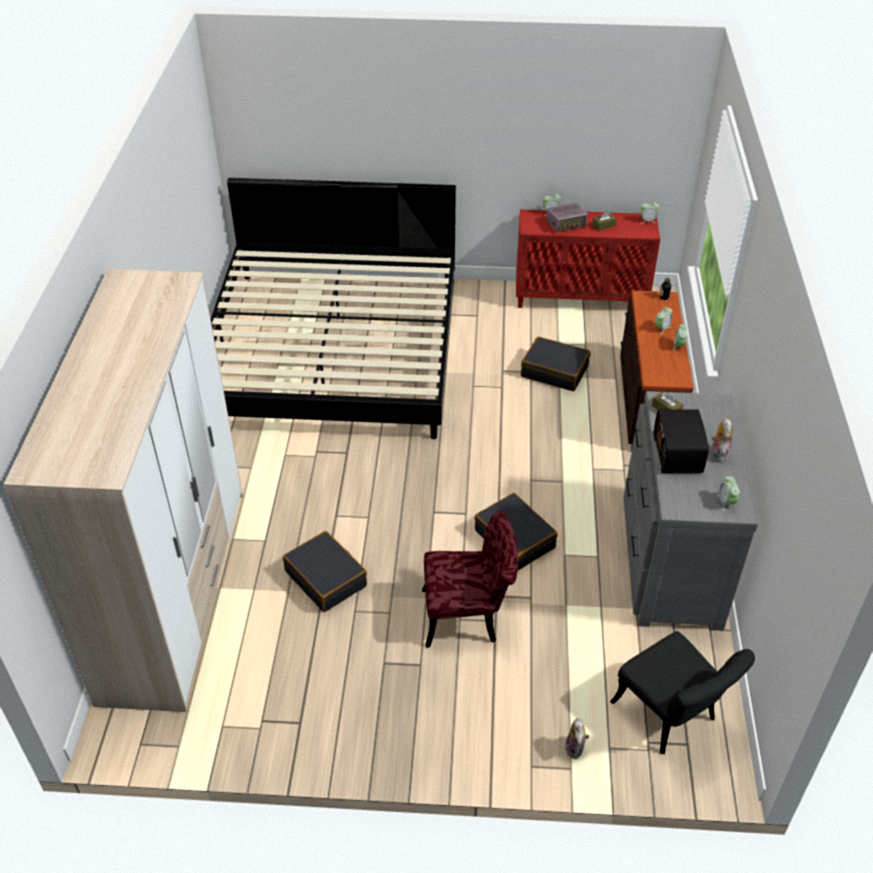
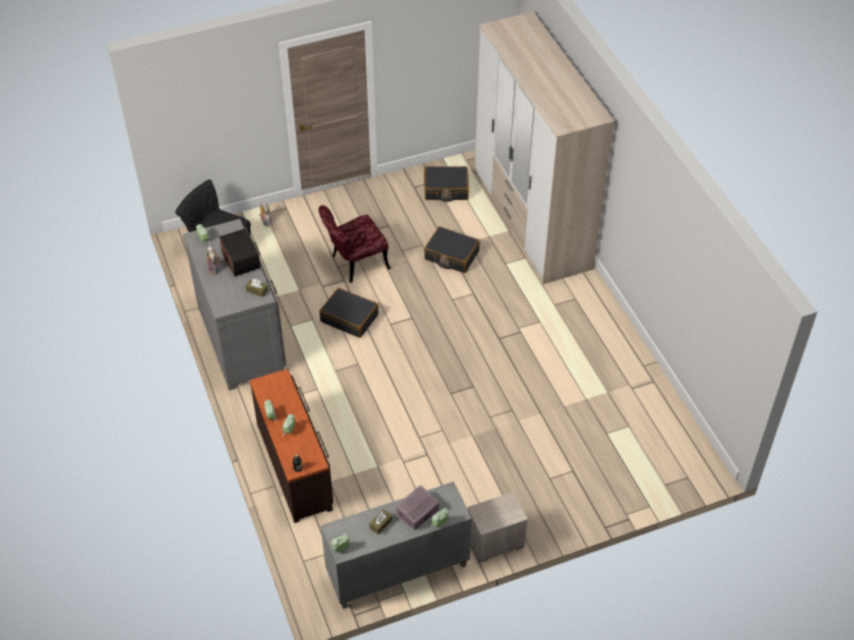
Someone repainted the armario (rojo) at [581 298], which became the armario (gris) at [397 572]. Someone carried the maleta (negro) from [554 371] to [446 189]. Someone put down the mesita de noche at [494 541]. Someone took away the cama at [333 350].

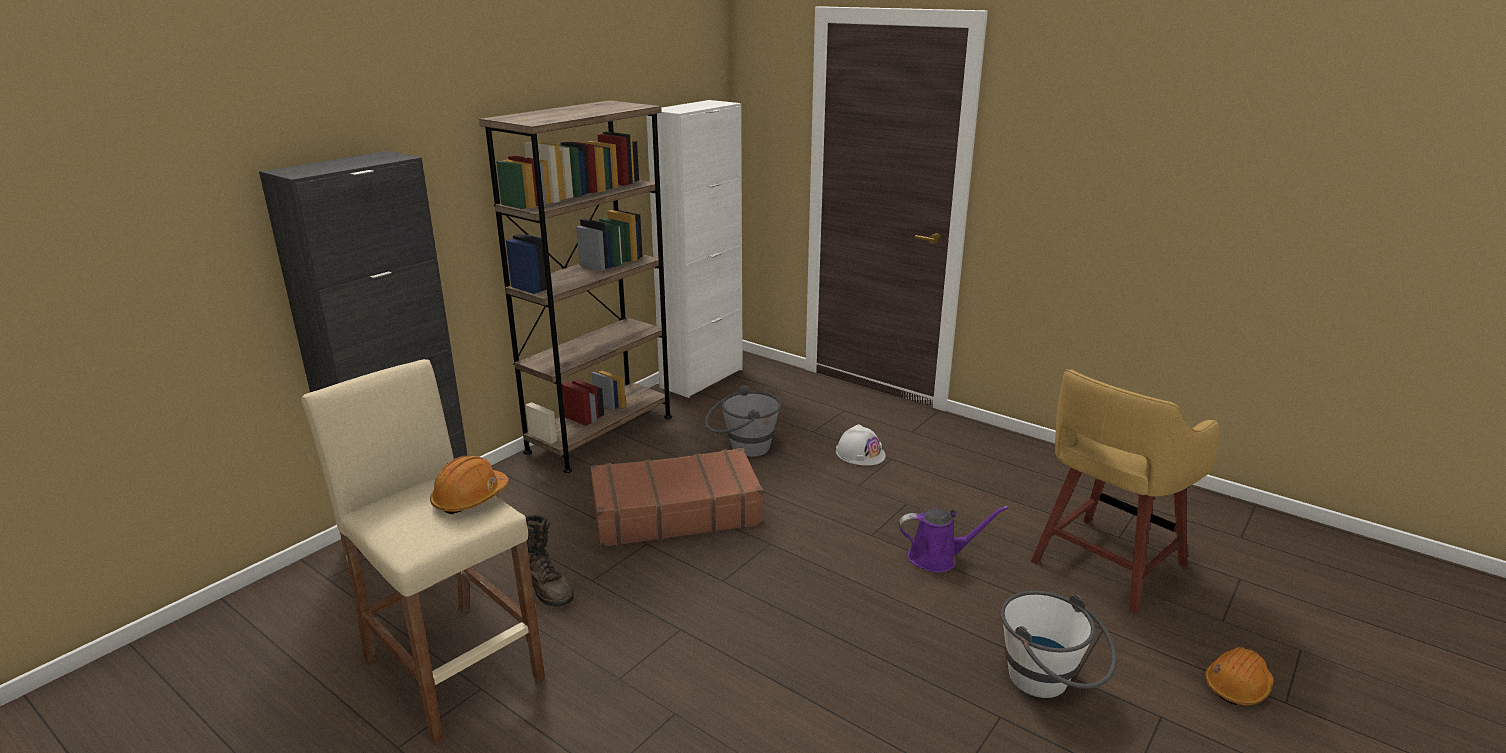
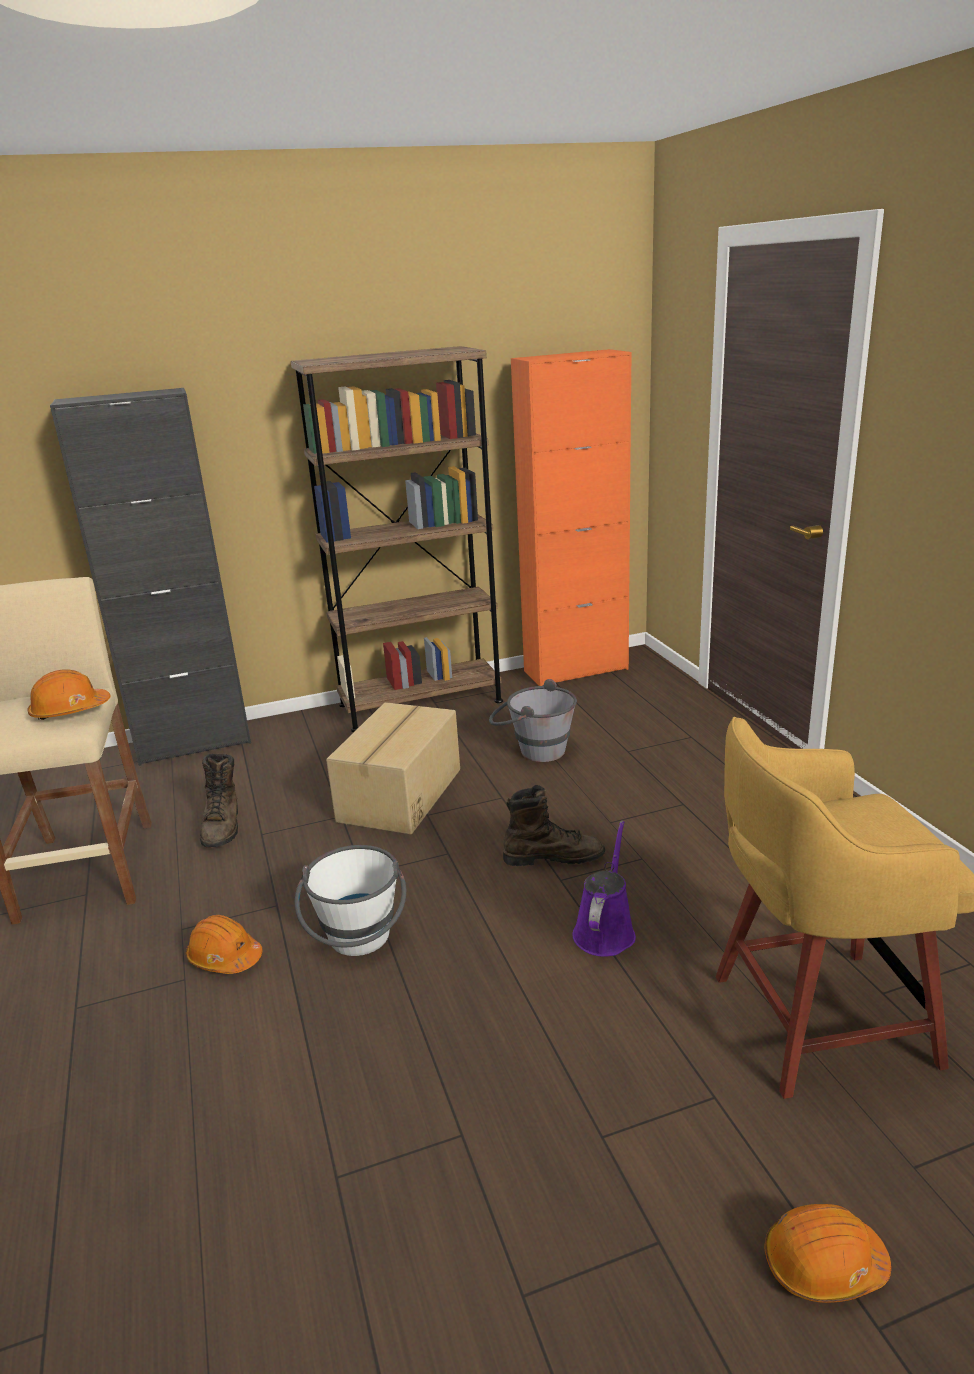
Someone put down the casco (naranja) at [225 957]. Someone carried the cubo (blanco) from [1049 684] to [359 944]. Someone swapped the maleta (marrón) at [675 512] for the caja de cartón at [398 795]. Someone put down the bota (marrón) at [553 857]. Someone repainted the armario (blanco) at [702 378], which became the armario (naranja) at [576 670]. Someone rotated the regadera (morado) at [938 558] by 105 degrees counterclockwise. Someone took away the casco (blanco) at [860 453].

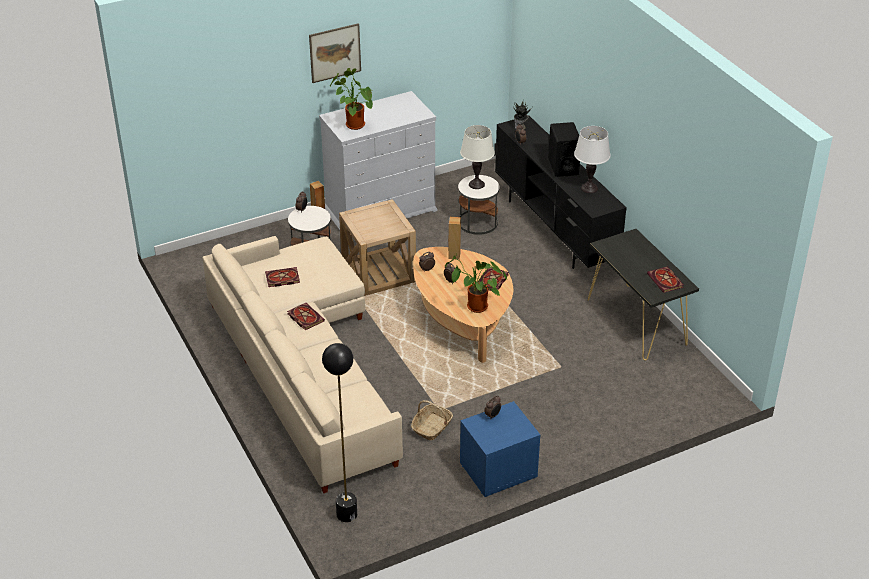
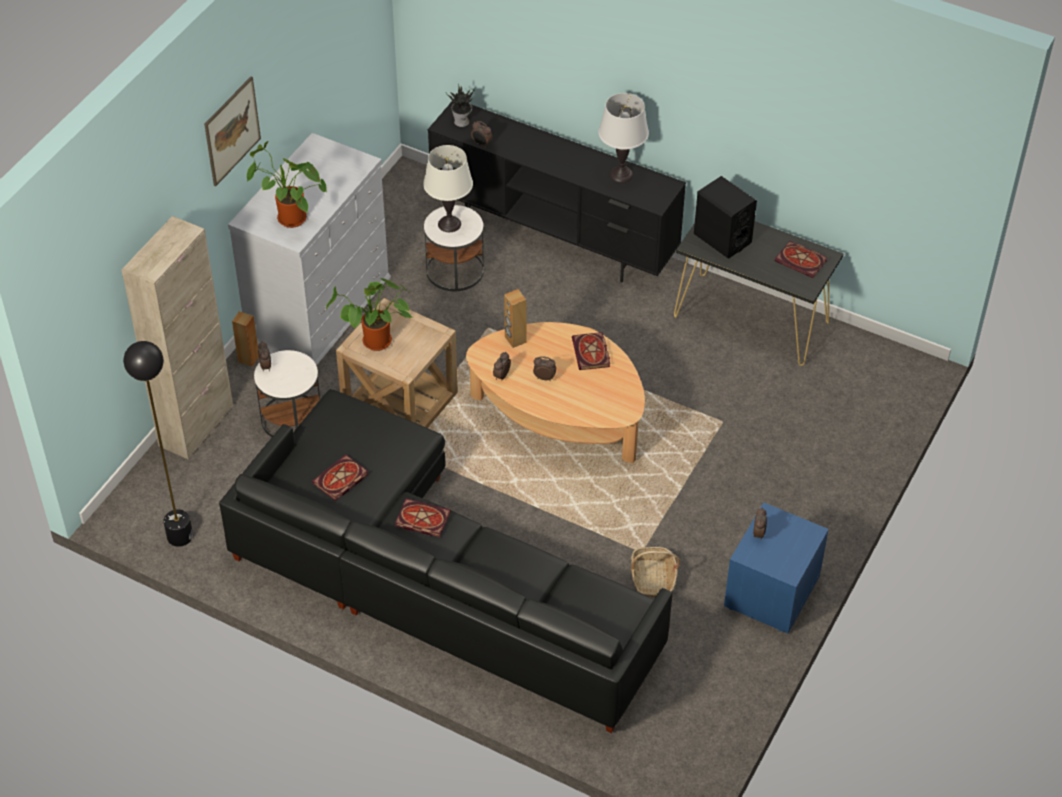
Someone put down the armario (beis) at [196 426]. Someone carried the lámpara de pie (negro) from [346 514] to [179 536]. Someone repainted the sofá (beis) at [303 366], which became the sofá (negro) at [430 580]. Someone carried the planta en maceta from [475 307] to [375 344]. Someone carried the altavoz (negro) from [563 166] to [722 238].

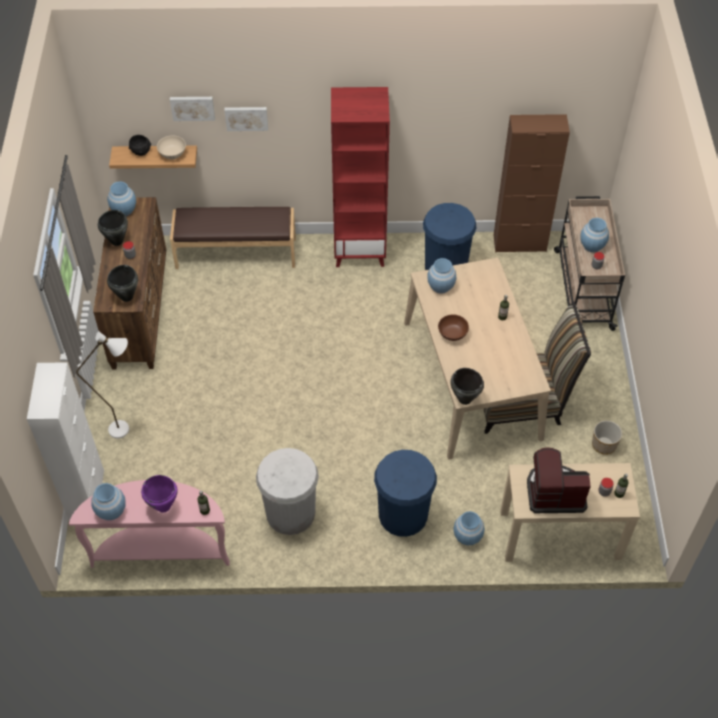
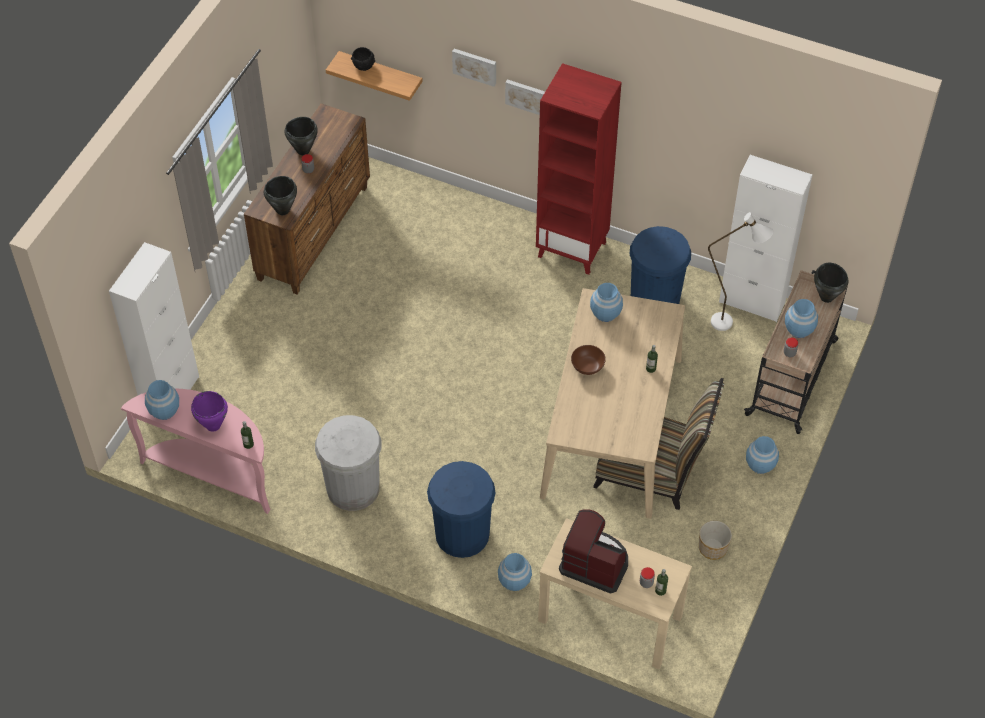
Someone carried the cuadro from [192 107] to [528 97]. Someone carried the lámpara de pie (blanco) from [127 429] to [729 324]. Someone repainted the armario (marrón) at [519 243], which became the armario (blanco) at [752 302]. Someone carried the florero (azul) from [124 210] to [760 465]. Someone carried the olla (negro) from [464 399] to [826 297]. Someone took away the cuenco (beis) at [172 154]. Someone took away the banco (marrón) at [236 252].

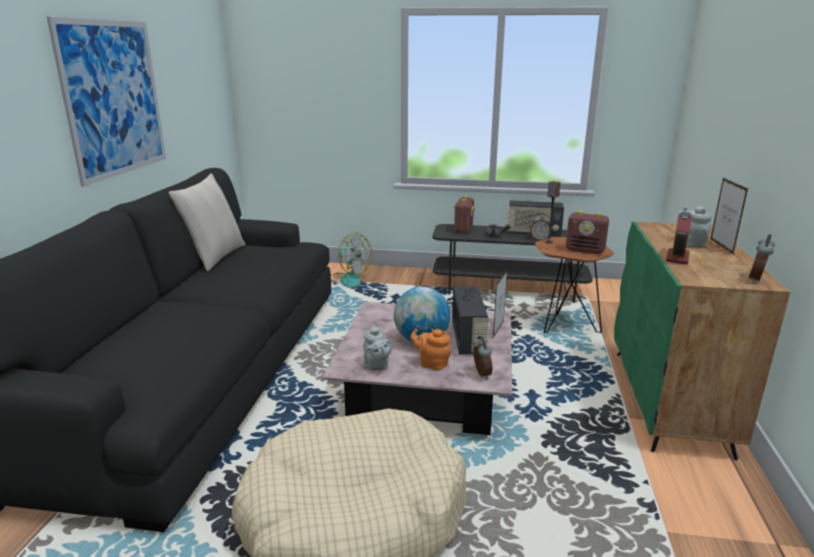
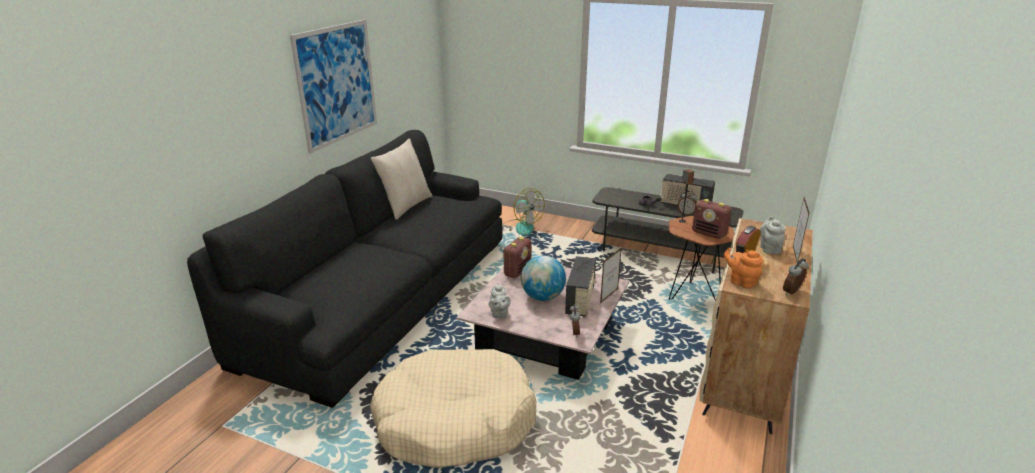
Someone carried the radio from [463 229] to [517 271]. Someone repainted the armario (verde) at [669 400], which became the armario (beis) at [745 376]. Someone carried the tetera (naranja) from [431 364] to [741 281].

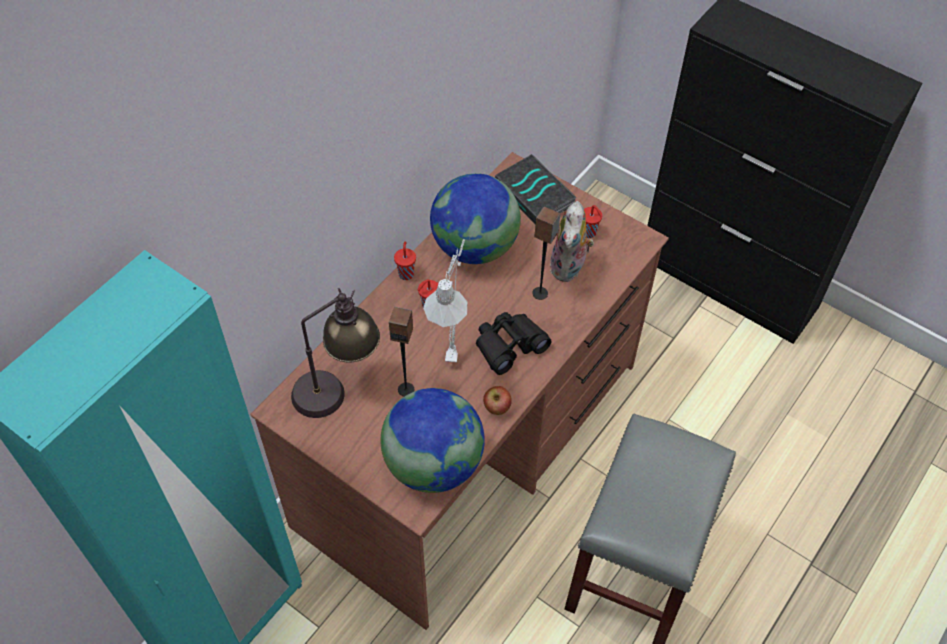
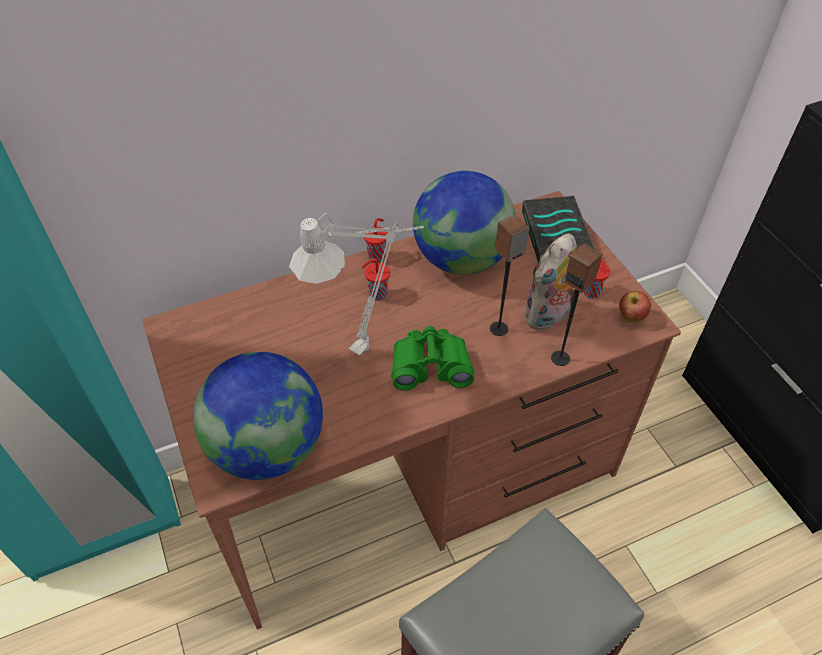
Someone repainted the prismáticos (negro) at [509 345], which became the prismáticos (verde) at [430 366]. Someone carried the altavoz from [406 389] to [560 358]. Someone carried the manzana from [497 408] to [631 318]. Someone took away the lámpara de mesa at [338 388].

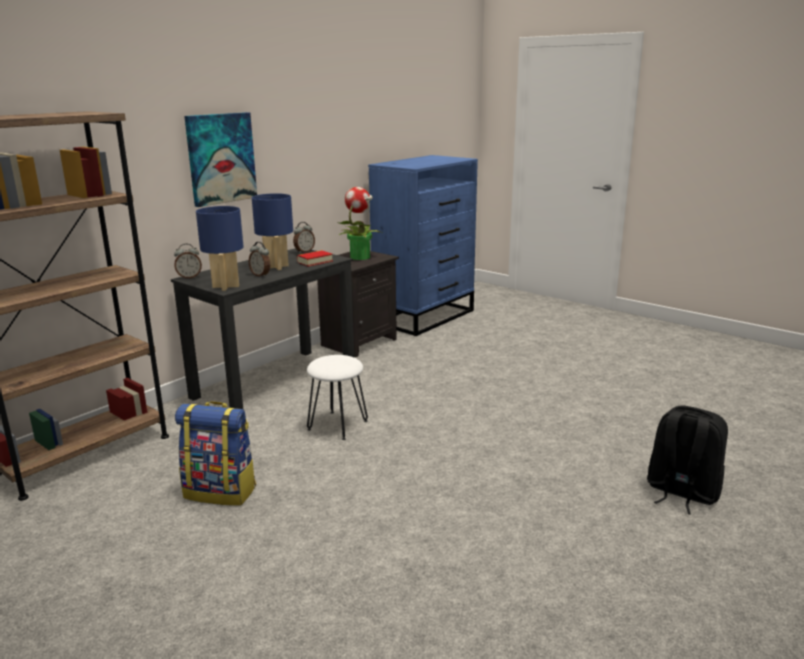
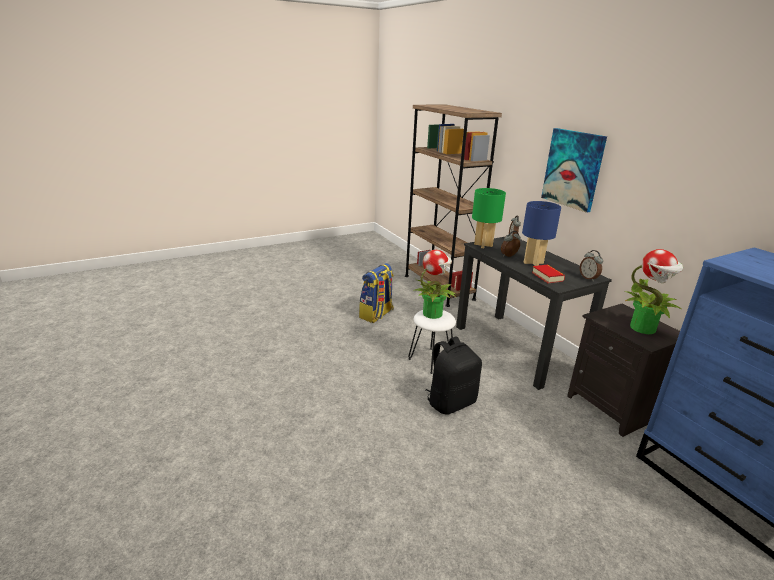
Someone put down the planta en maceta at [433 313]. Someone carried the mochila (negro) from [681 492] to [451 402]. Someone repainted the lámpara de mesa (azul) at [225 286], which became the lámpara de mesa (verde) at [483 245].

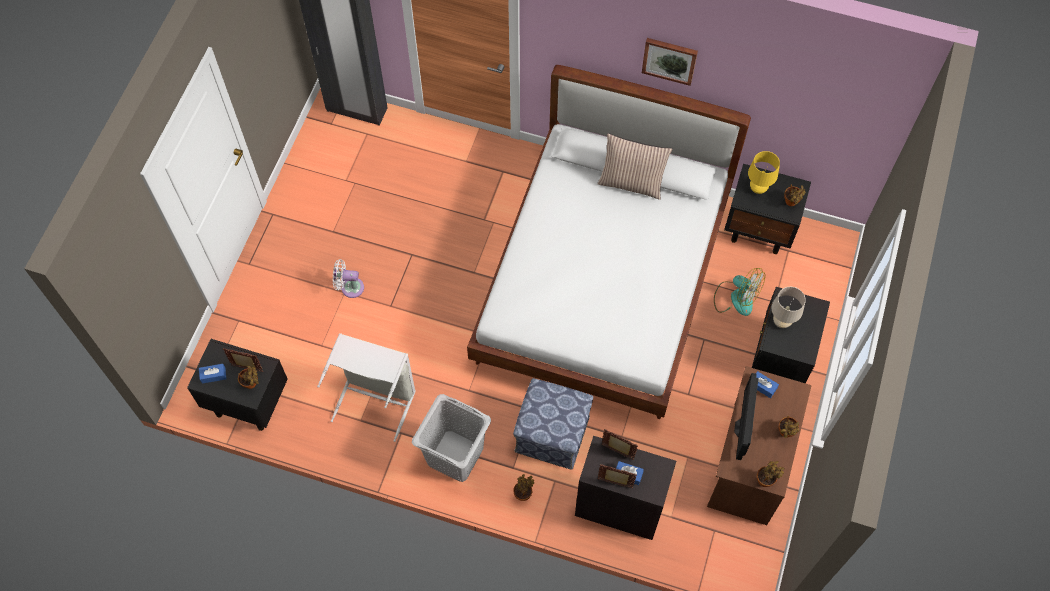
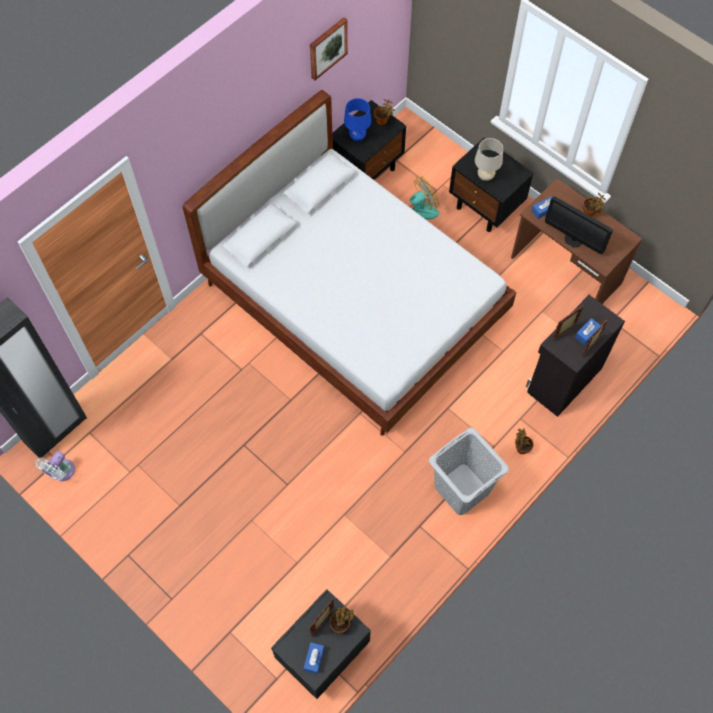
Someone carried the ventilador (blanco) from [350 287] to [61 472]. Someone carried the cuadro from [669 60] to [327 48]. Someone repainted the lámpara de mesa (amarillo) at [758 188], which became the lámpara de mesa (azul) at [357 137]. Someone took away the cesto de la ropa (gris) at [376 398]. Someone took away the puf at [553 434]. Someone took away the cojín at [631 182]. Someone took away the planta en maceta at [765 480].

